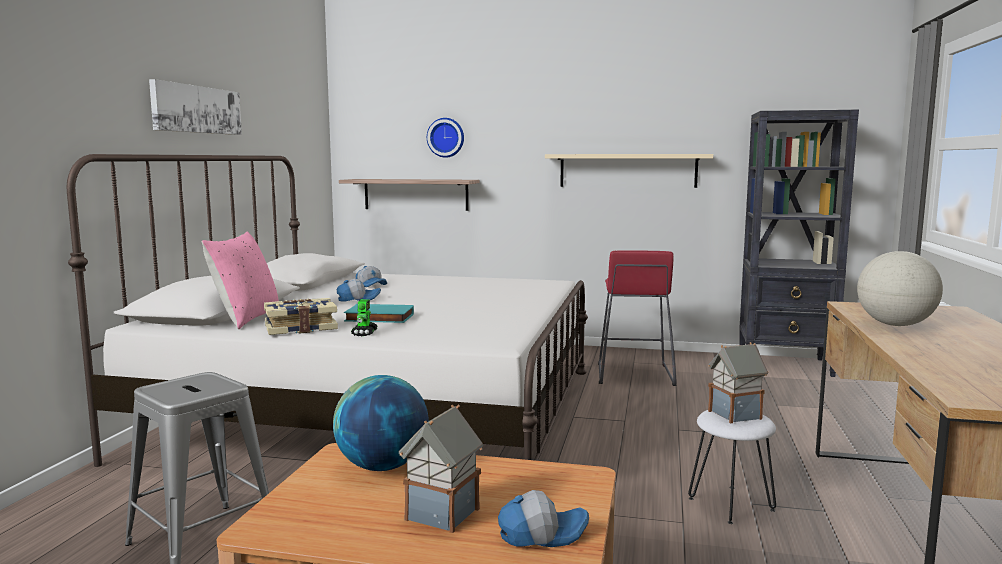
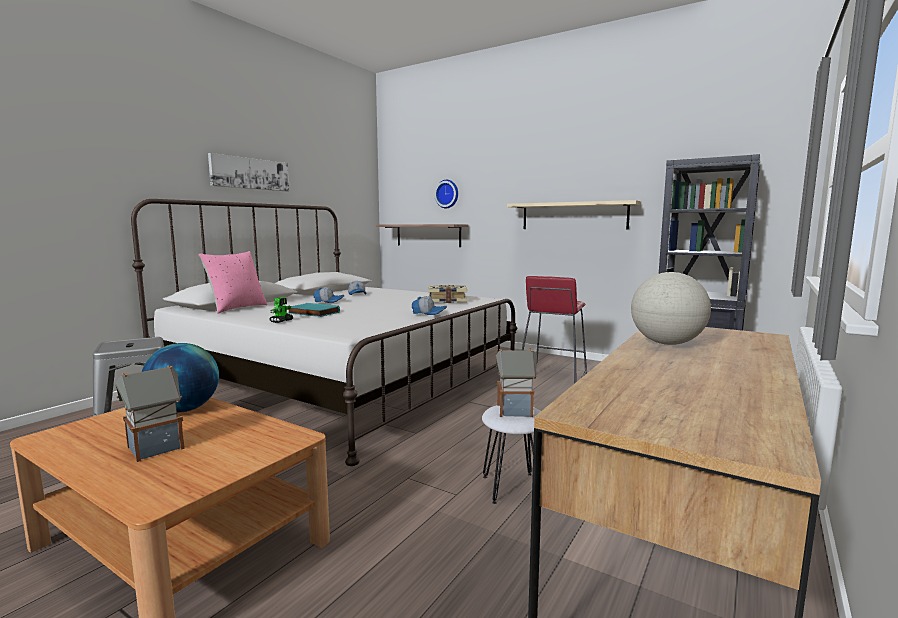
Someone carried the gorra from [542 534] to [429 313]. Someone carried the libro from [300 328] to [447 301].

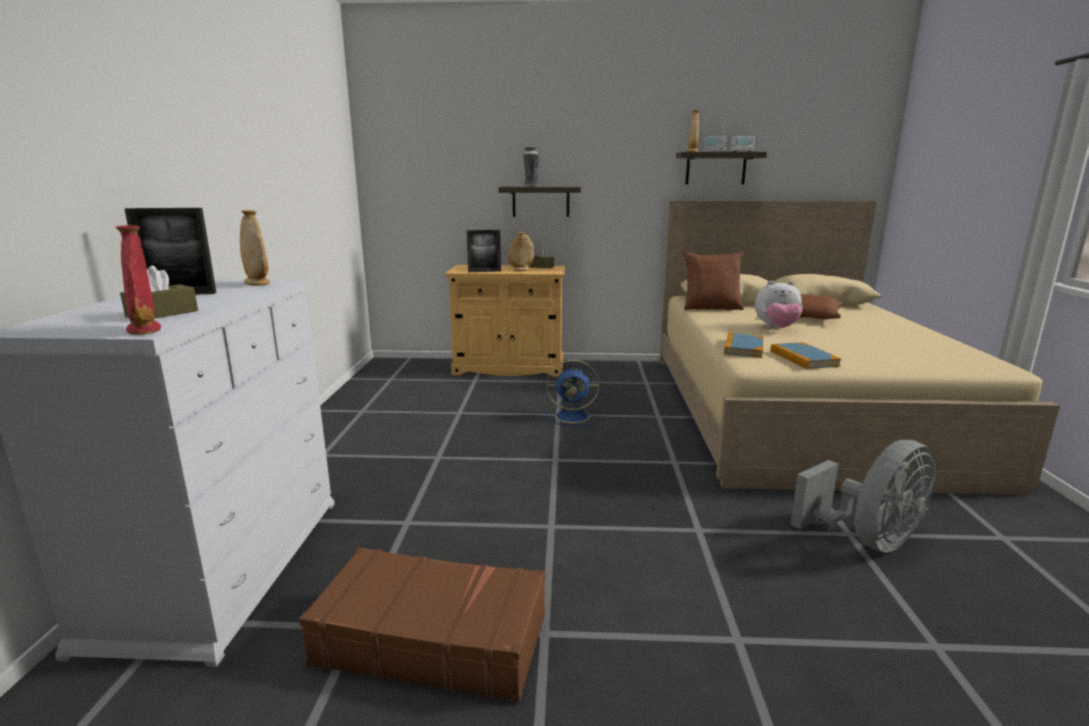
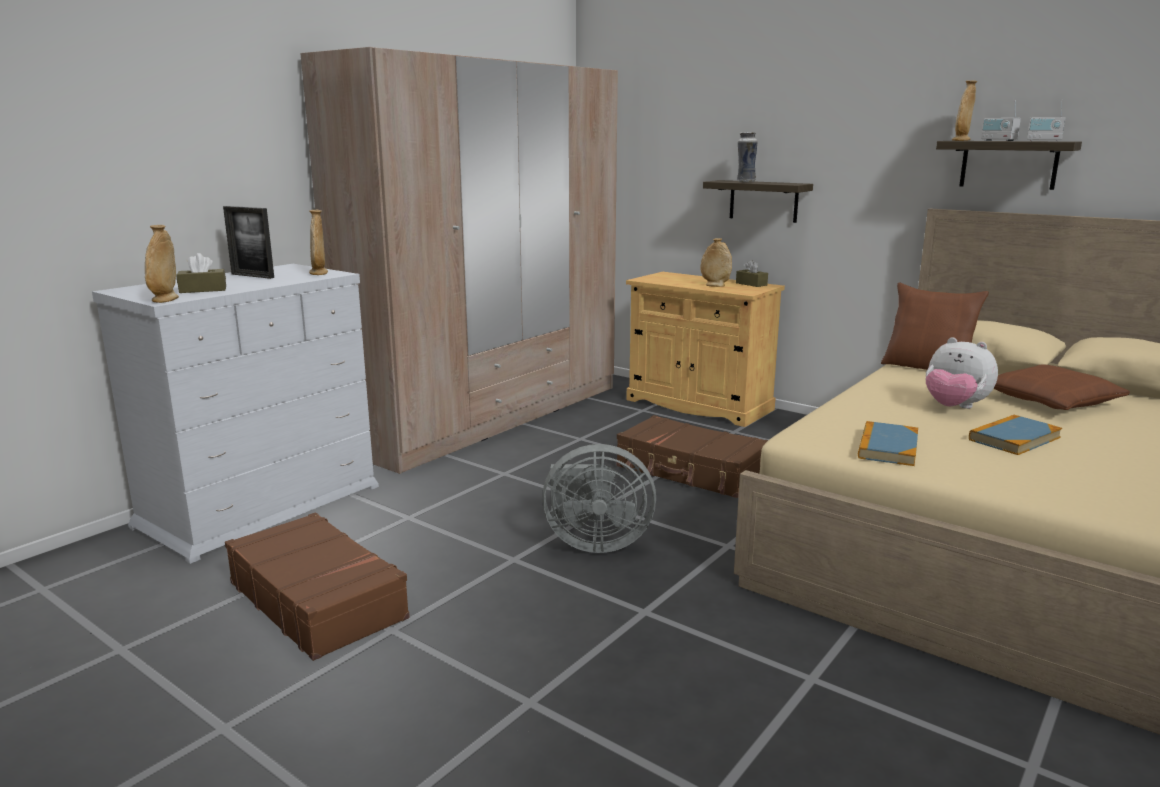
Someone repainted the florero (rojo) at [144 330], which became the florero (beis) at [165 300]. Someone put down the armario ropero (beis) at [492 417]. Someone carried the ventilador (gris) from [868 540] to [594 543]. Someone swapped the ventilador (azul) at [574 416] for the maleta (marrón) at [691 471]. Someone carried the libro from [743 348] to [1014 438]. Someone took away the portarretratos at [484 271].

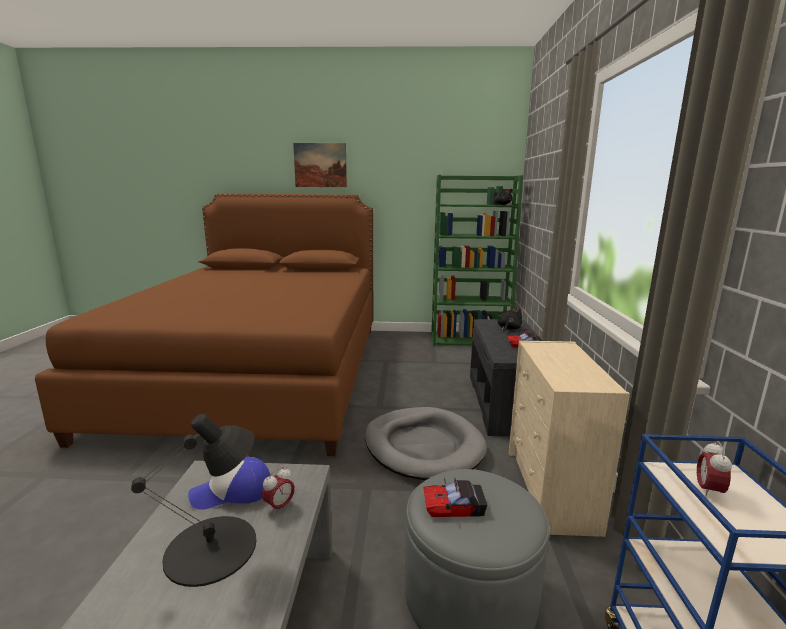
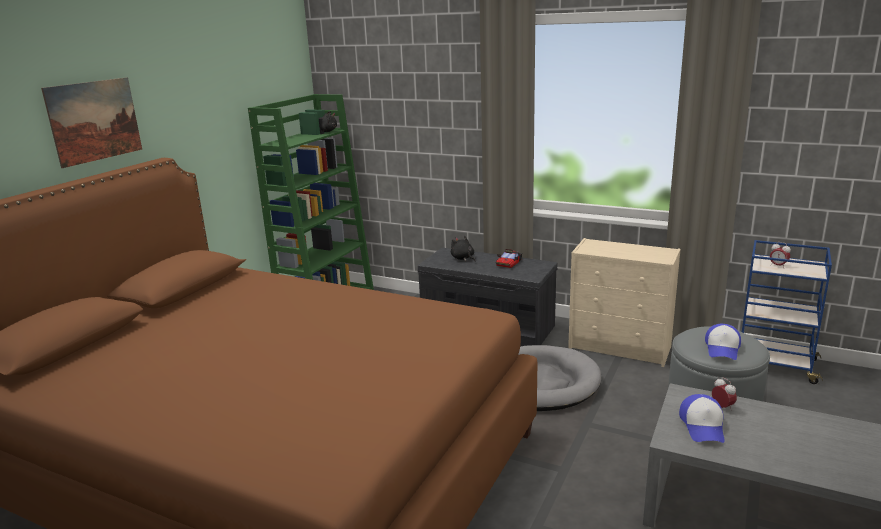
Someone swapped the coche de juguete at [454 505] for the gorra at [722 349]. Someone took away the lámpara de mesa (negro) at [213 549].

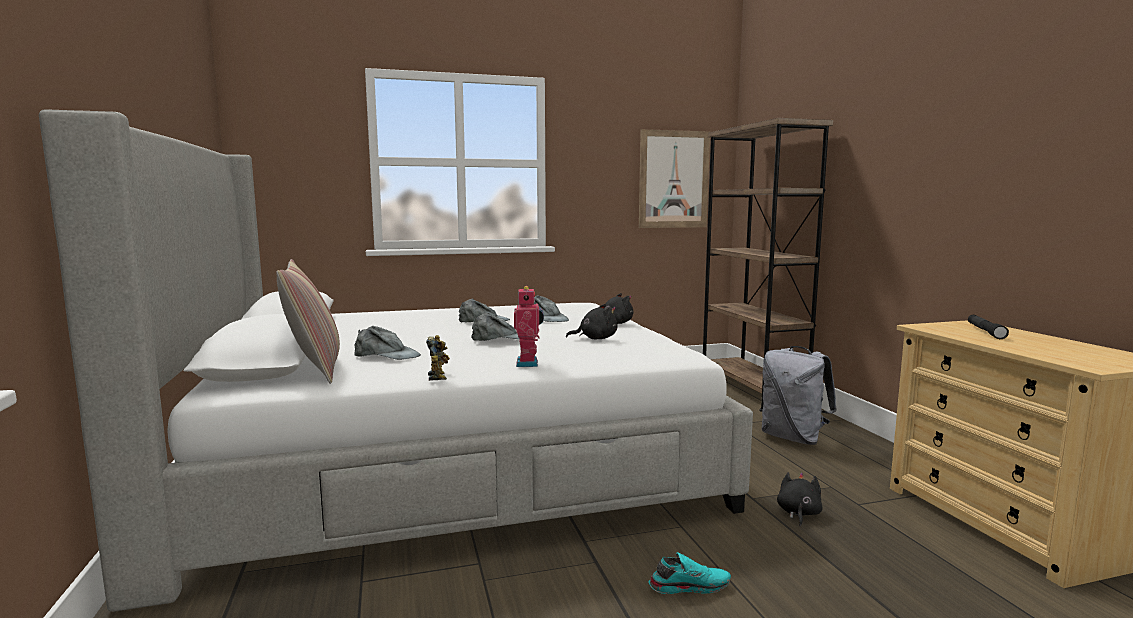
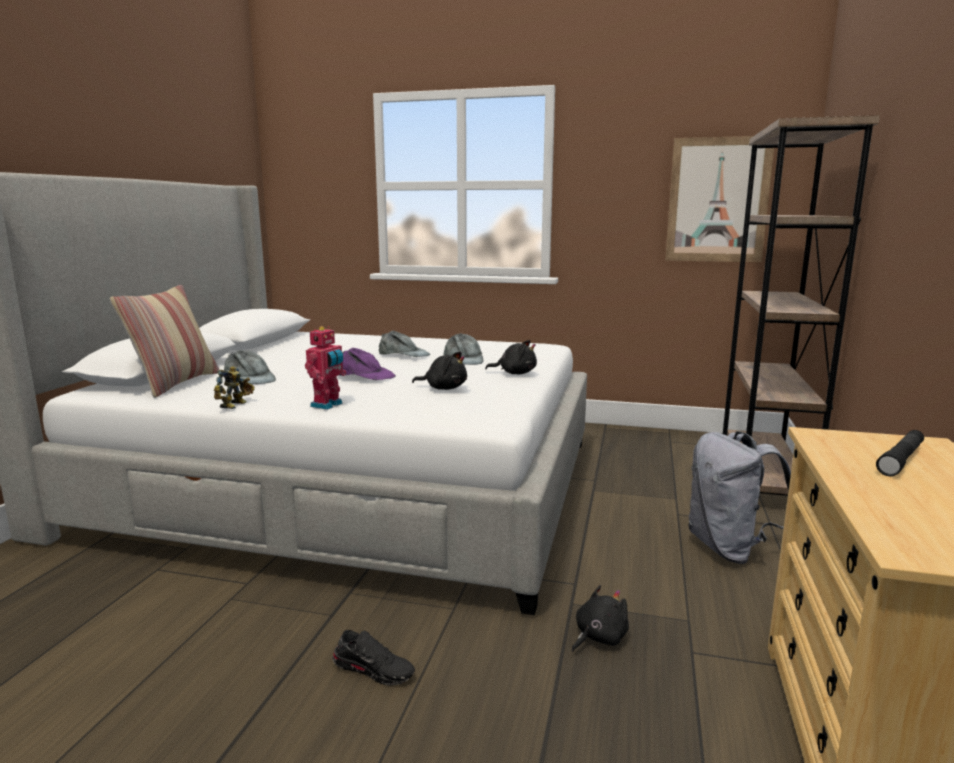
Someone repainted the zapato (turquesa) at [689 585], which became the zapato (negro) at [374 669]. Someone repainted the gorra (gris) at [501 338], which became the gorra (morado) at [365 375].

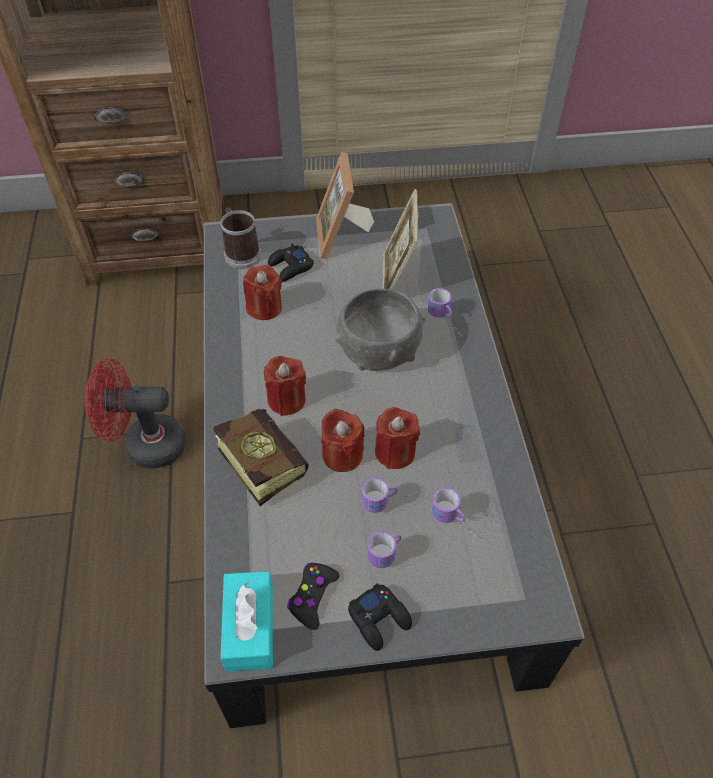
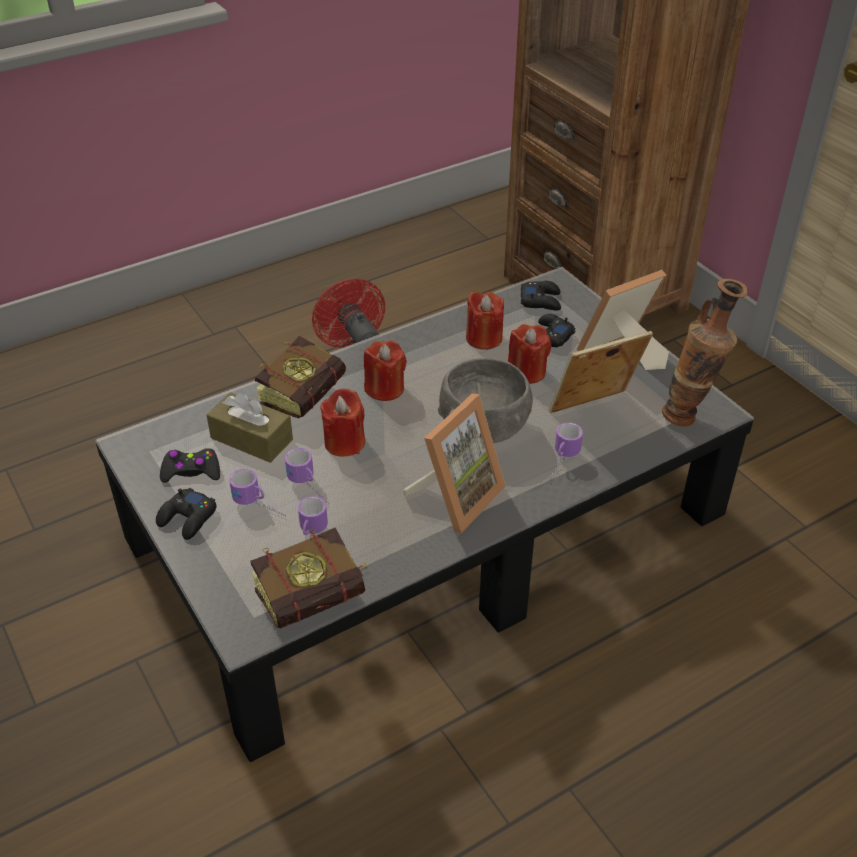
Someone put down the caja de pañuelos (marrón) at [251 439]. Someone put down the libro at [321 597]. Someone put down the portarretratos at [456 497]. Someone carried the vela (rojo) from [395 452] to [527 372]. Someone swapped the taza grande at [241 253] for the mando de consola (negro) at [541 300]. Someone put down the florero at [689 417]. Someone took away the caja de pañuelos (turquesa) at [250 627].

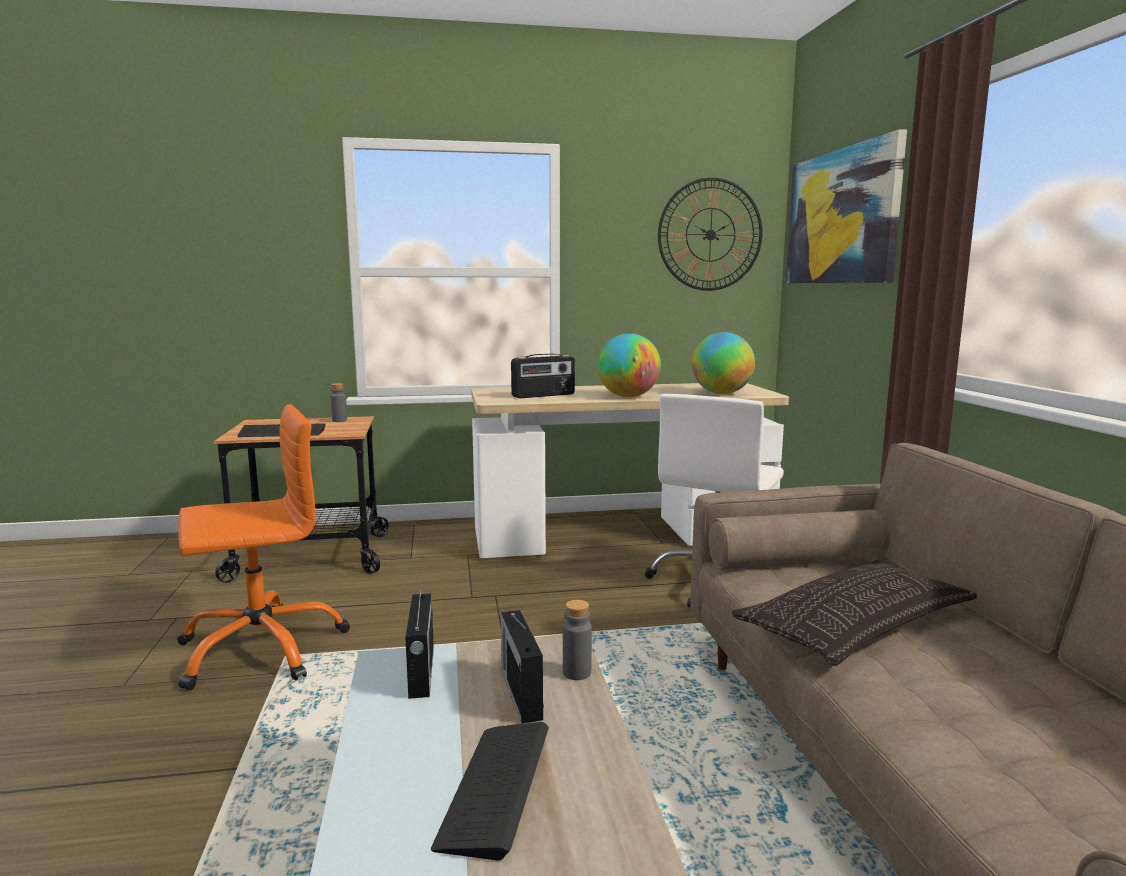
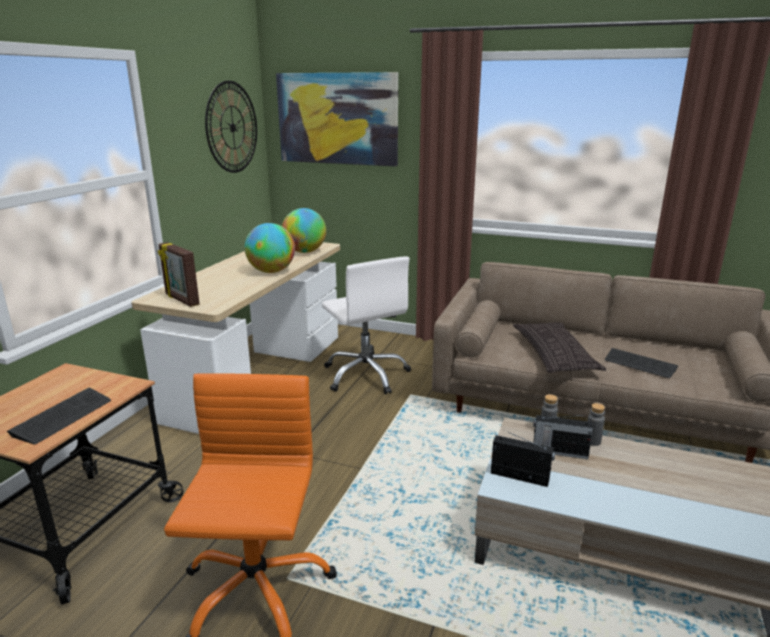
Someone put down the portarretratos at [181 300]. Someone carried the botella (gris) from [339 420] to [592 441]. Someone carried the teclado from [495 787] to [640 364]. Someone took away the radio at [543 395].

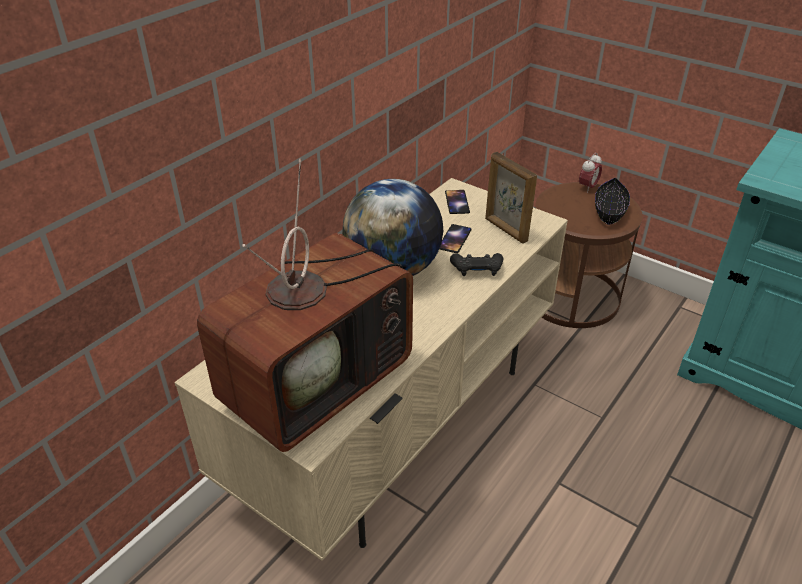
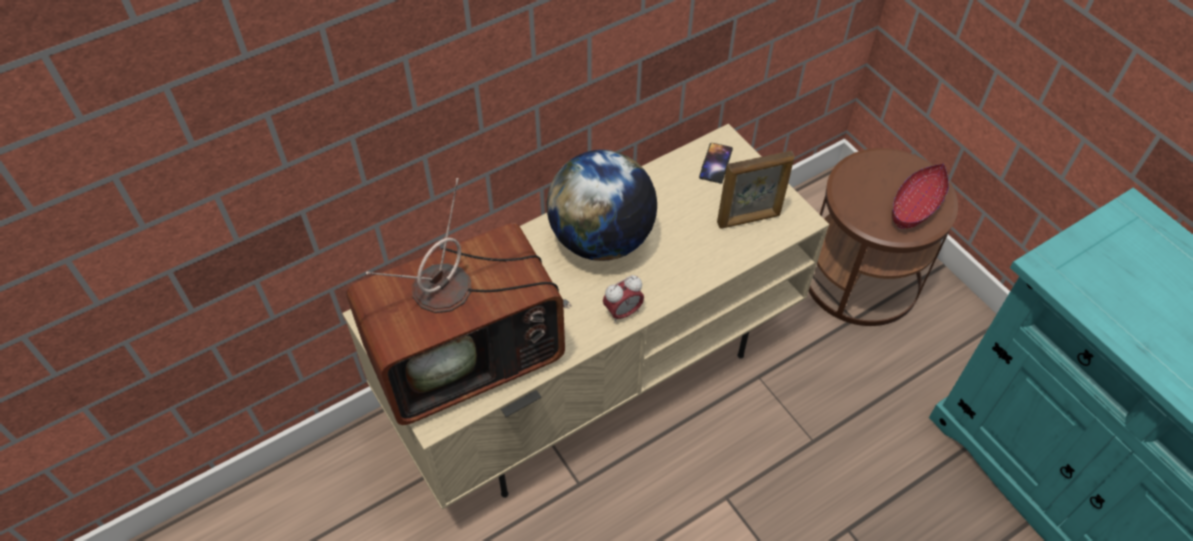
Someone carried the despertador from [587 187] to [622 312]. Someone rotated the portarretratos at [505 230] by 90 degrees counterclockwise. Someone repainted the cuenco (negro) at [610 209], which became the cuenco (rojo) at [917 204]. Someone took away the móvil at [454 239]. Someone took away the mando de consola (negro) at [477 270].

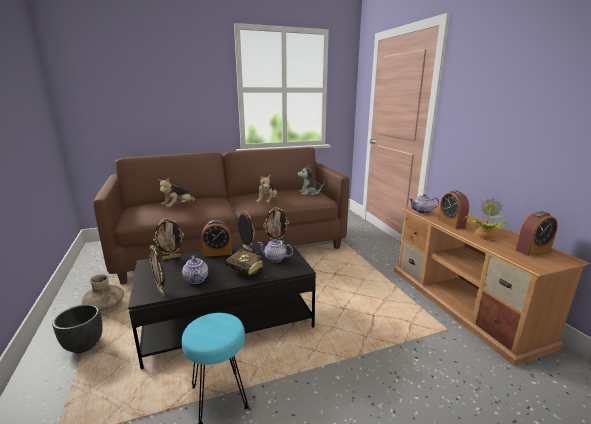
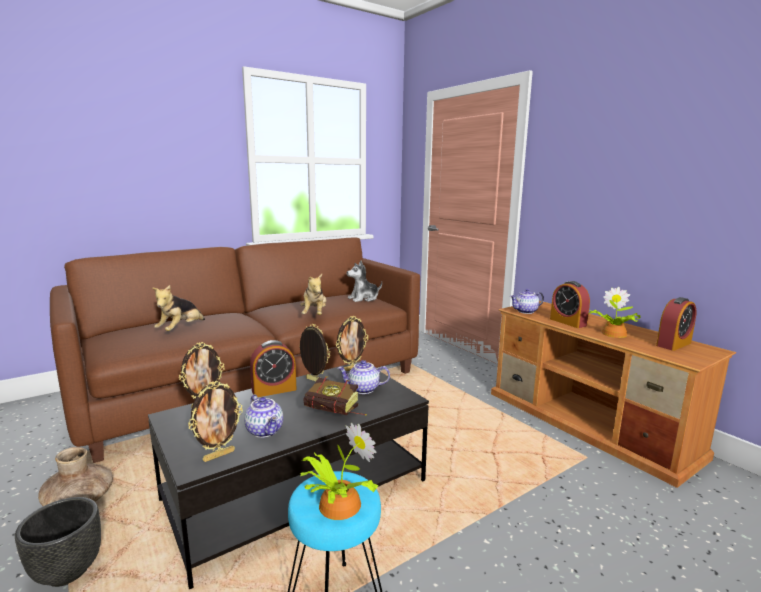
Someone rotated the portarretratos at [161 292] by 75 degrees counterclockwise. Someone put down the planta en maceta at [337 505].

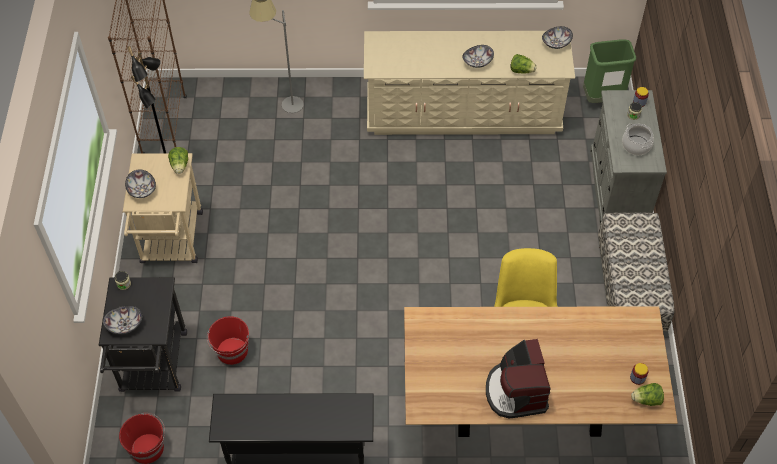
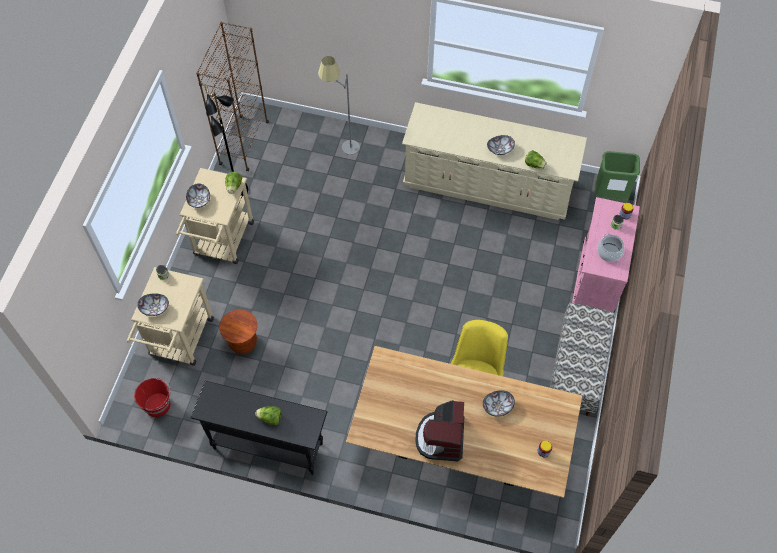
Someone repainted the carrito (negro) at [153 368], which became the carrito (beis) at [179 342]. Someone swapped the cubo (rojo) at [232 351] for the taburete (marrón) at [243 343]. Someone carried the lechuga from [646 400] to [270 418]. Someone carried the cuenco from [555 43] to [497 406]. Someone repainted the armario (gris) at [617 188], which became the armario (rosa) at [596 279].

